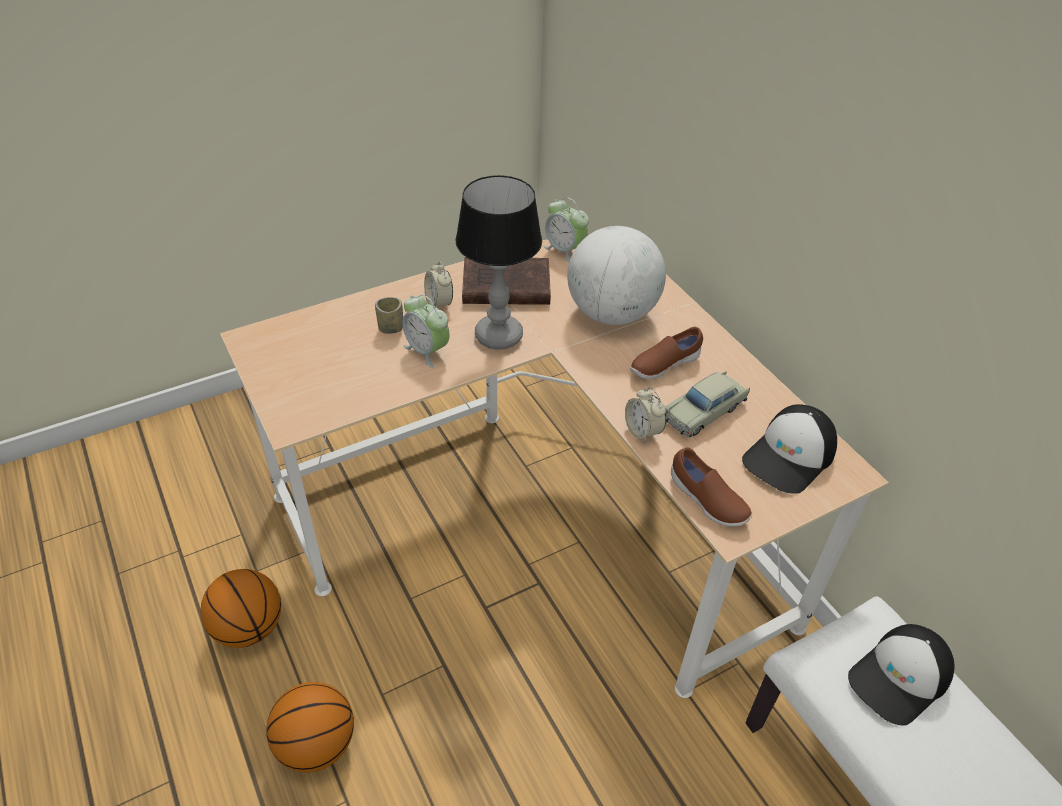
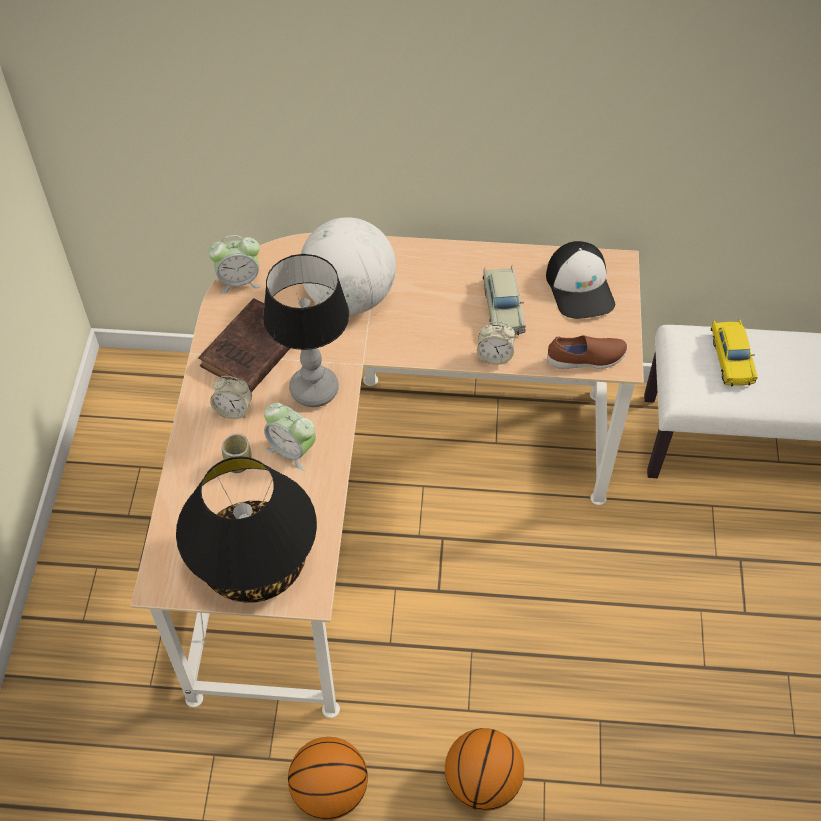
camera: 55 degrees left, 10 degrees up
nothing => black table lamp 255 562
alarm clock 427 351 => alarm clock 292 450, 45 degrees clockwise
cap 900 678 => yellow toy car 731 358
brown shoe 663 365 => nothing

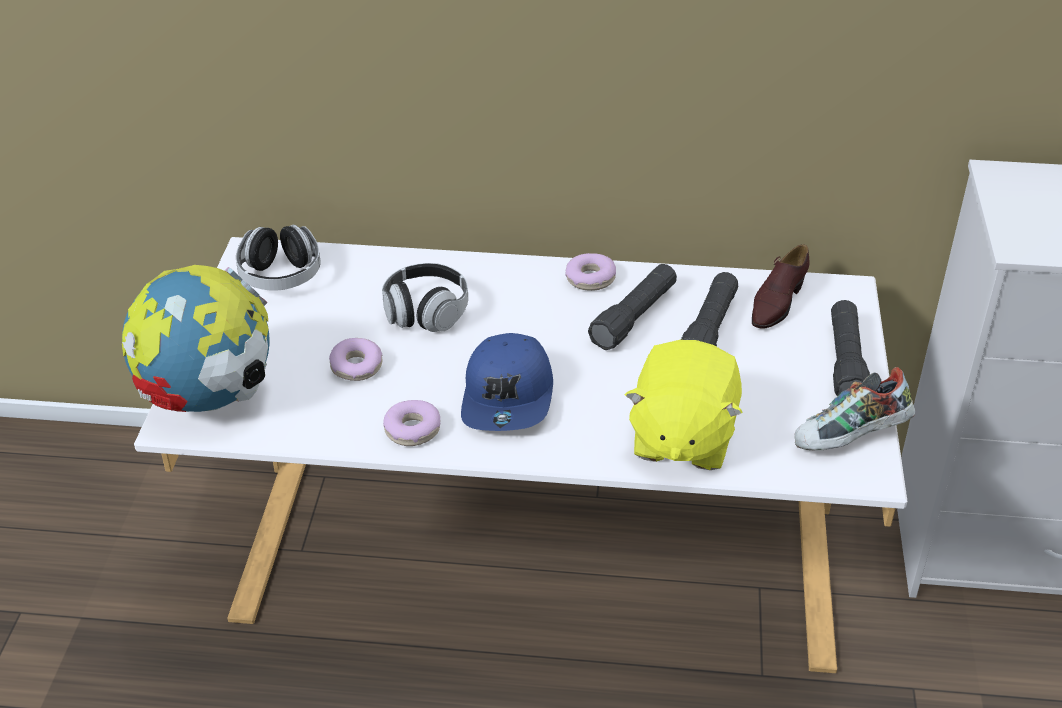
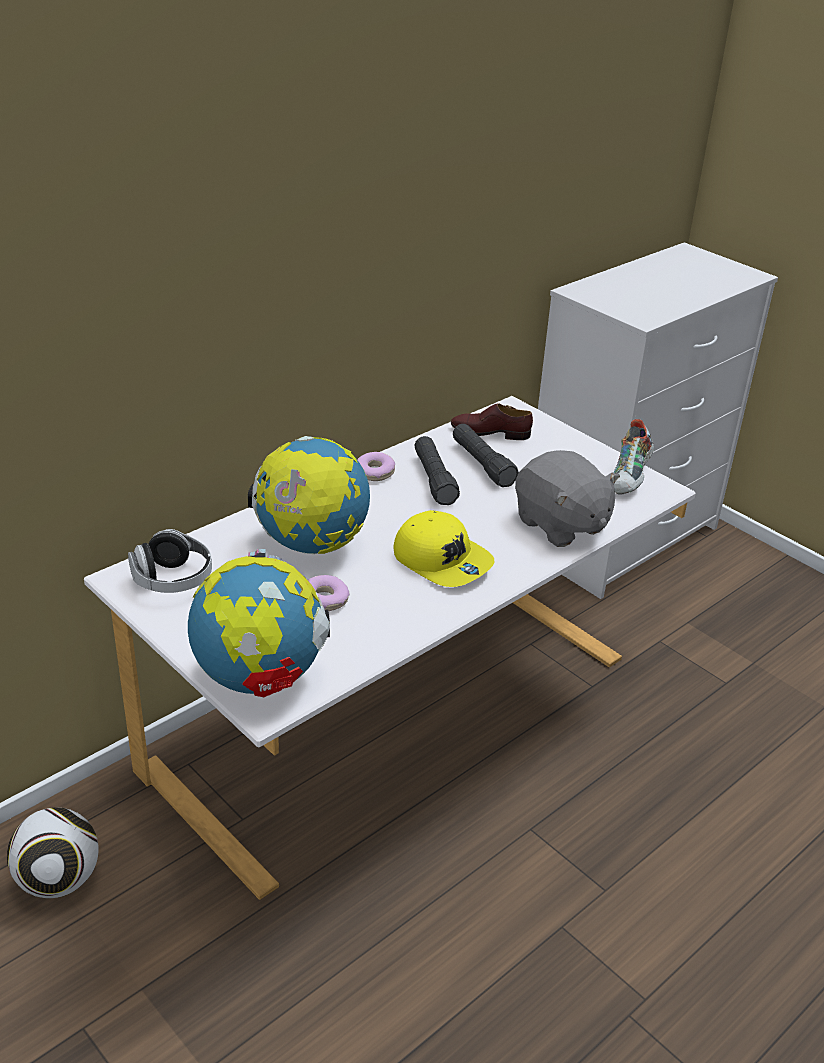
camera: 50 degrees left, 5 degrees down
nothing => football 59 880
headphones 426 312 => globe 311 544
blue cap 509 397 => yellow cap 442 560
brown shoe 776 302 => brown shoe 490 432, 120 degrees clockwise
yellow plush toy 681 437 => grey plush toy 560 525
donut 413 430 => nothing
black flashlight 845 362 => nothing

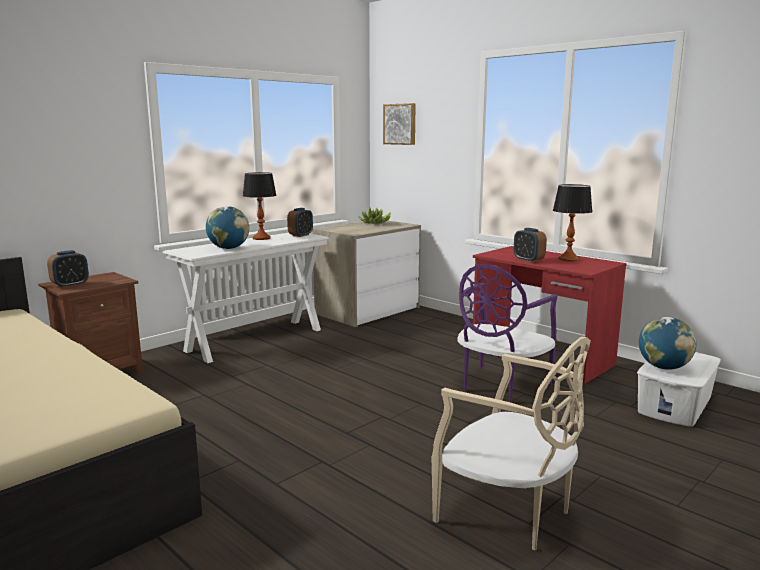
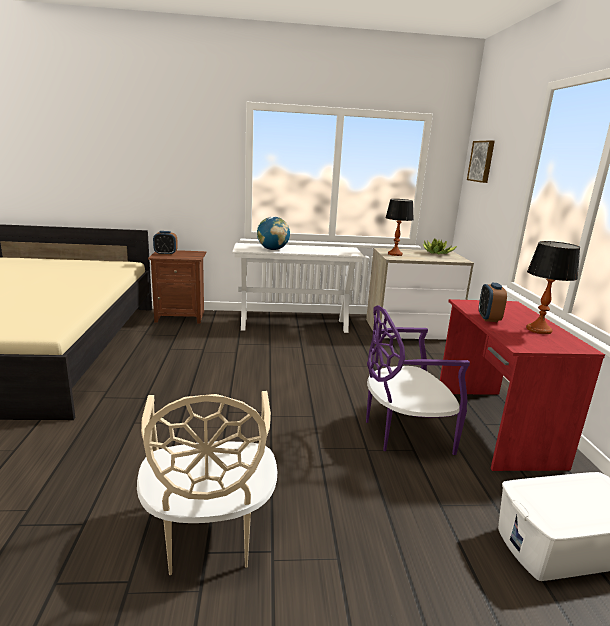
camera: 40 degrees right, 5 degrees up
table lamp 261 238 => table lamp 395 254, shifted
alarm clock 300 235 => nothing
globe 663 367 => nothing

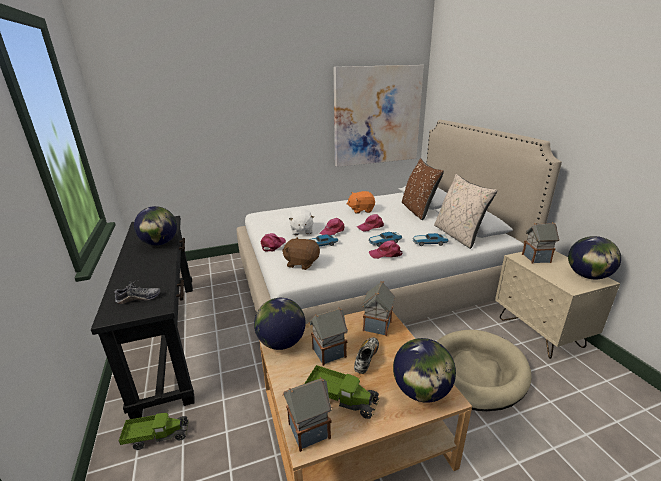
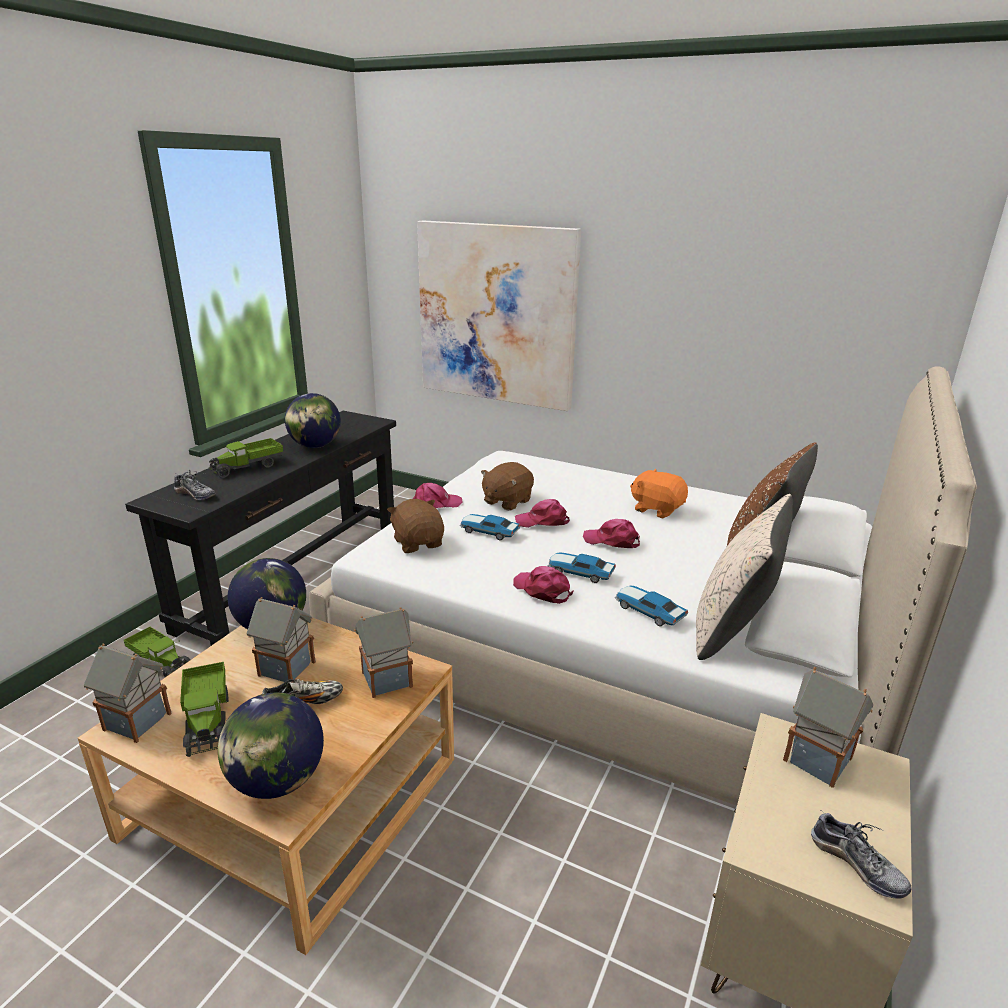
camera: 45 degrees right, 0 degrees up
nothing => toy truck 248 467
picture 377 116 => picture 497 314, shifted
white plush toy 301 231 => brown plush toy 506 501
globe 587 276 => shoe 857 864
beige dog bed 475 371 => nothing

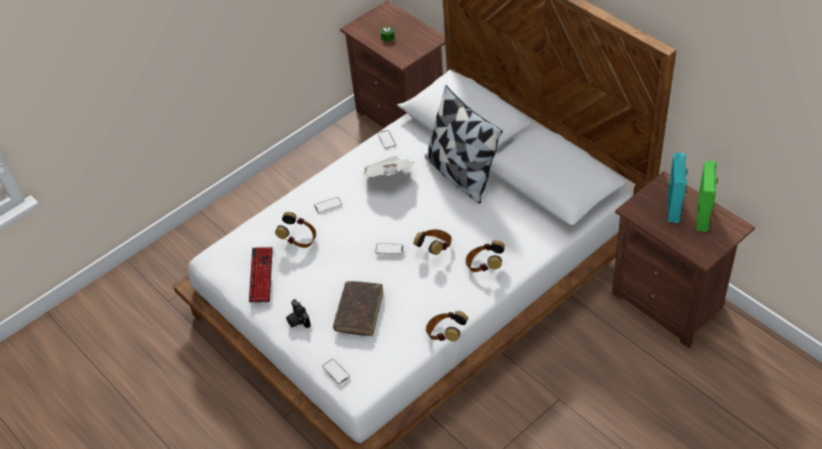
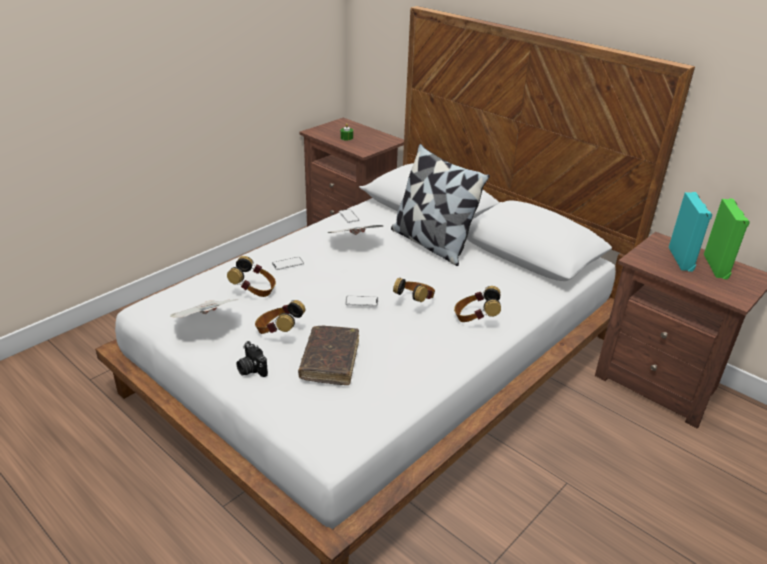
camera: 10 degrees left, 15 degrees down
keyboard 261 275 => newspaper 206 322
headphones 445 334 => headphones 278 332, shifted
phone 336 372 => nothing

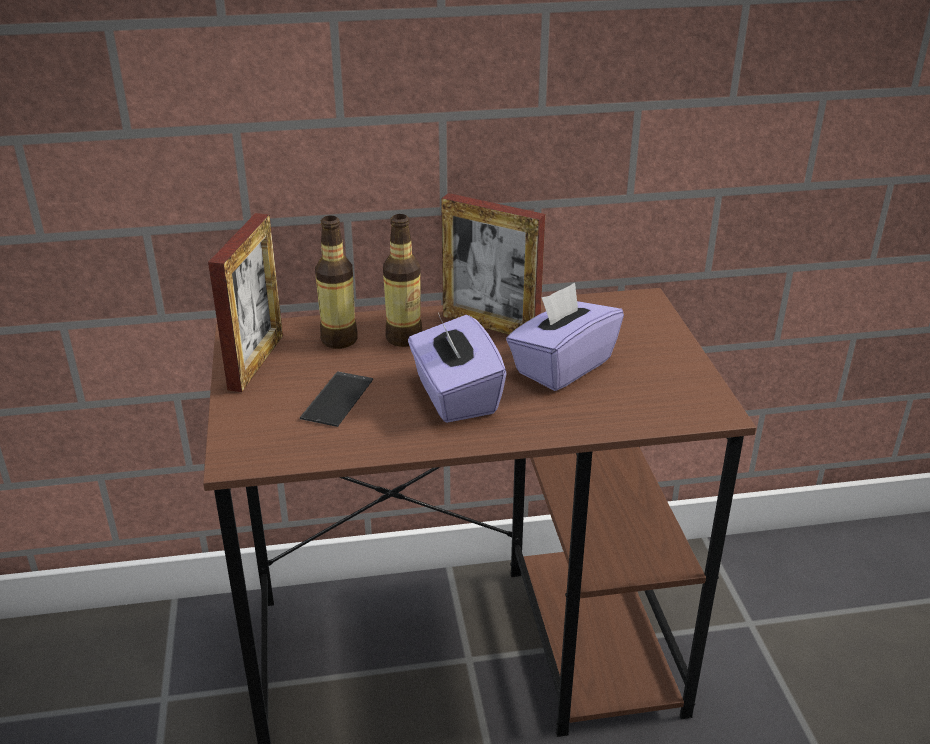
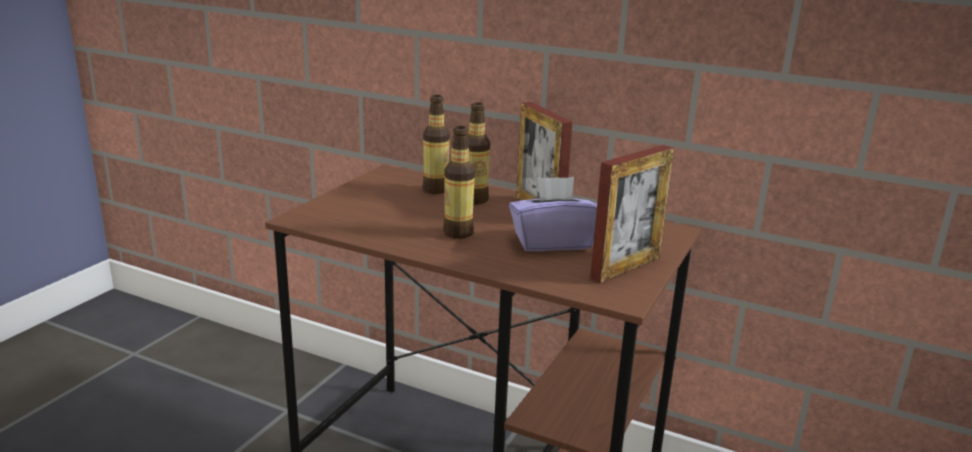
camera: 35 degrees right, 10 degrees down
purple tissue box 454 396 => bottle 458 233
picture frame 256 361 => picture frame 626 268, shifted
phone 337 399 => nothing

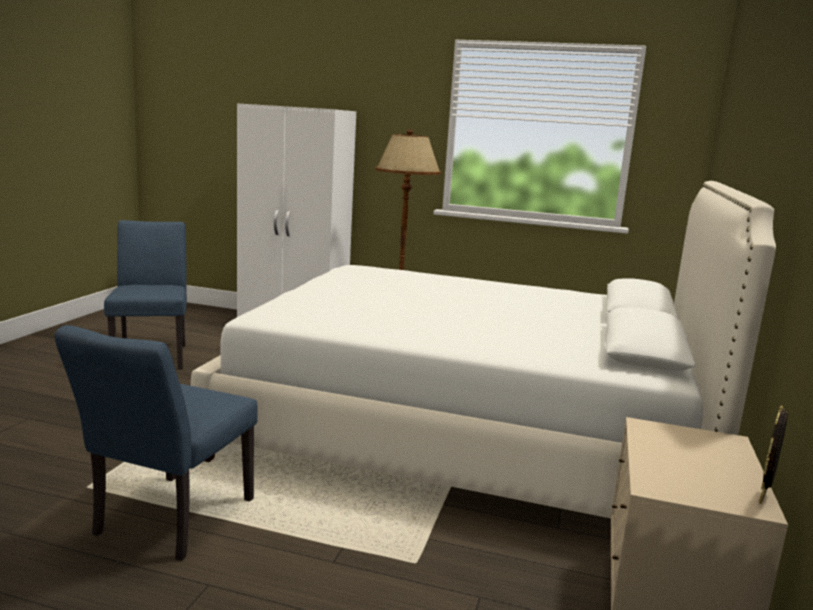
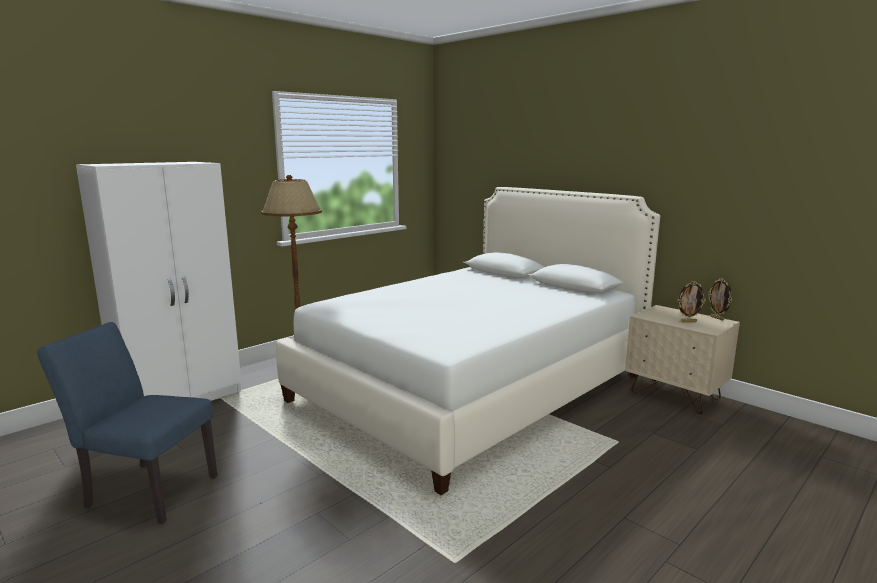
camera: 60 degrees left, 0 degrees up
nothing => picture frame 688 321
blue chair 167 522 => nothing

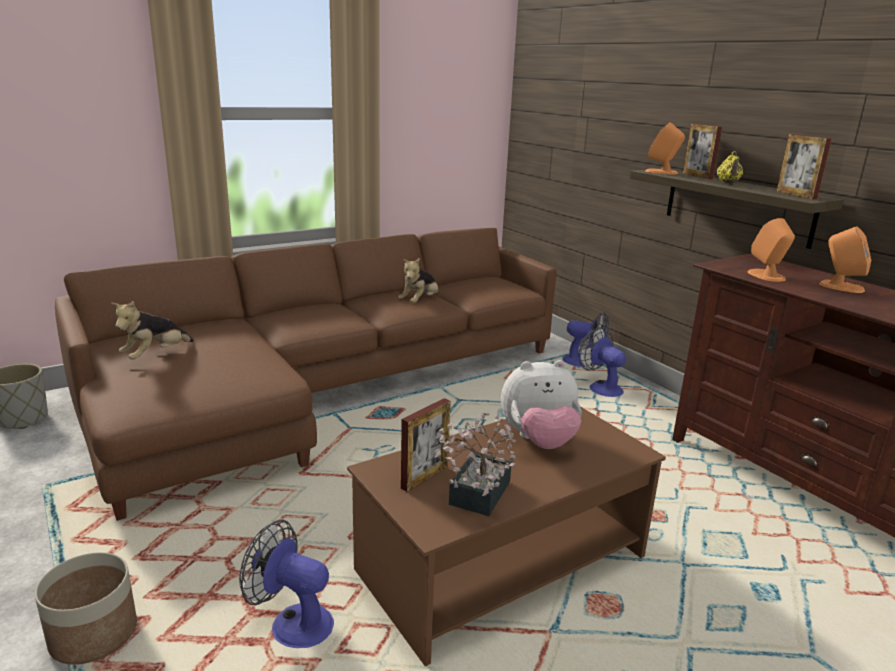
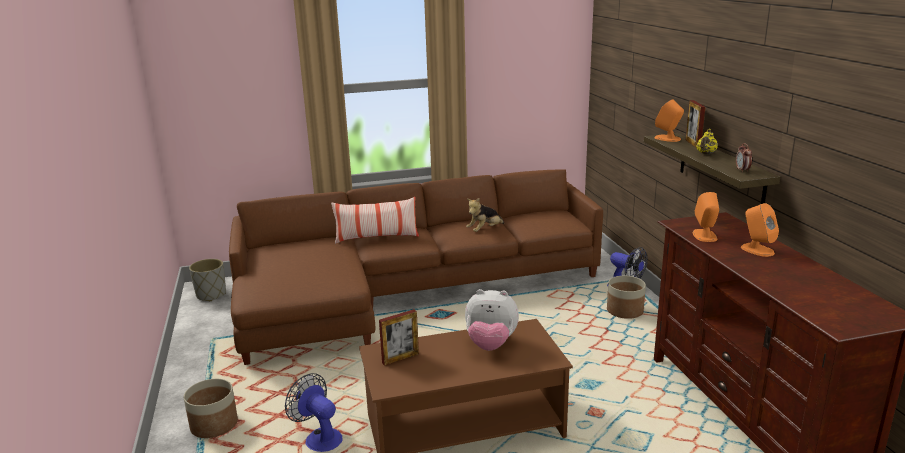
camera: 20 degrees right, 0 degrees up
nothing => pillow 376 237
fan 601 387 => planter 624 311
picture frame 796 195 => alarm clock 742 170
plush toy 155 355 => nothing
potted plant 476 497 => nothing

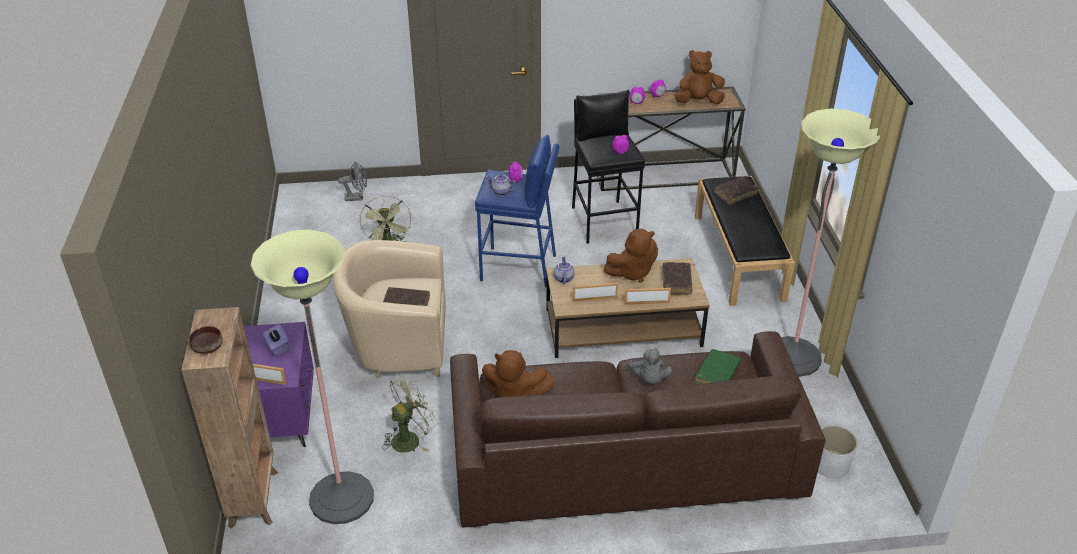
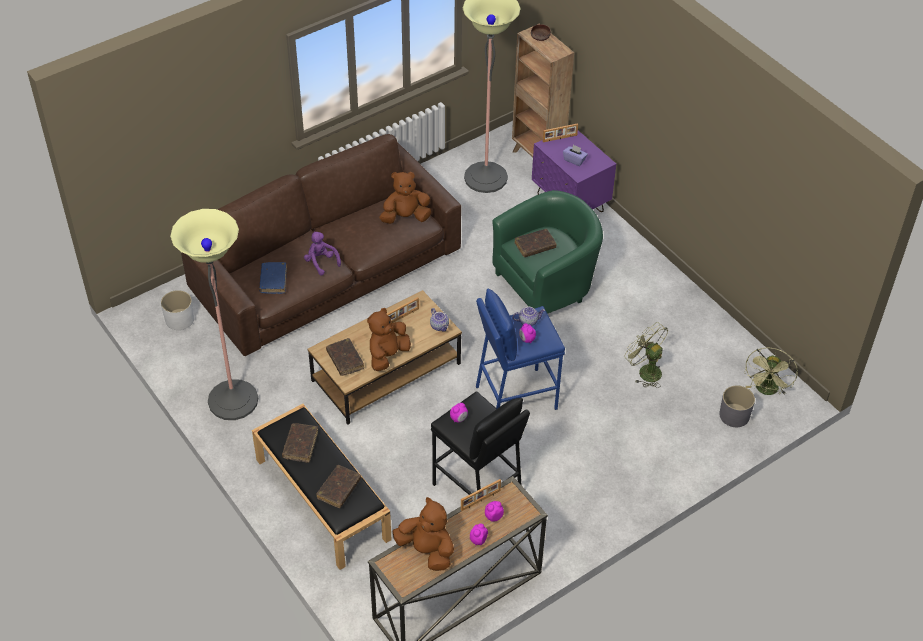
camera: 150 degrees right, 10 degrees up
green book 717 374 => blue book 273 281
nothing => brown book 300 445
grey plush toy 649 379 => purple plush toy 321 262
brown plush toy 698 102 => brown plush toy 427 550, 105 degrees counterclockwise
picture frame 646 302 => picture frame 481 500, shifted
beige armchair 398 346 => green armchair 547 284
grey fan 357 197 => grey planter 734 415
green fan 410 438 => green fan 766 391, shifted

